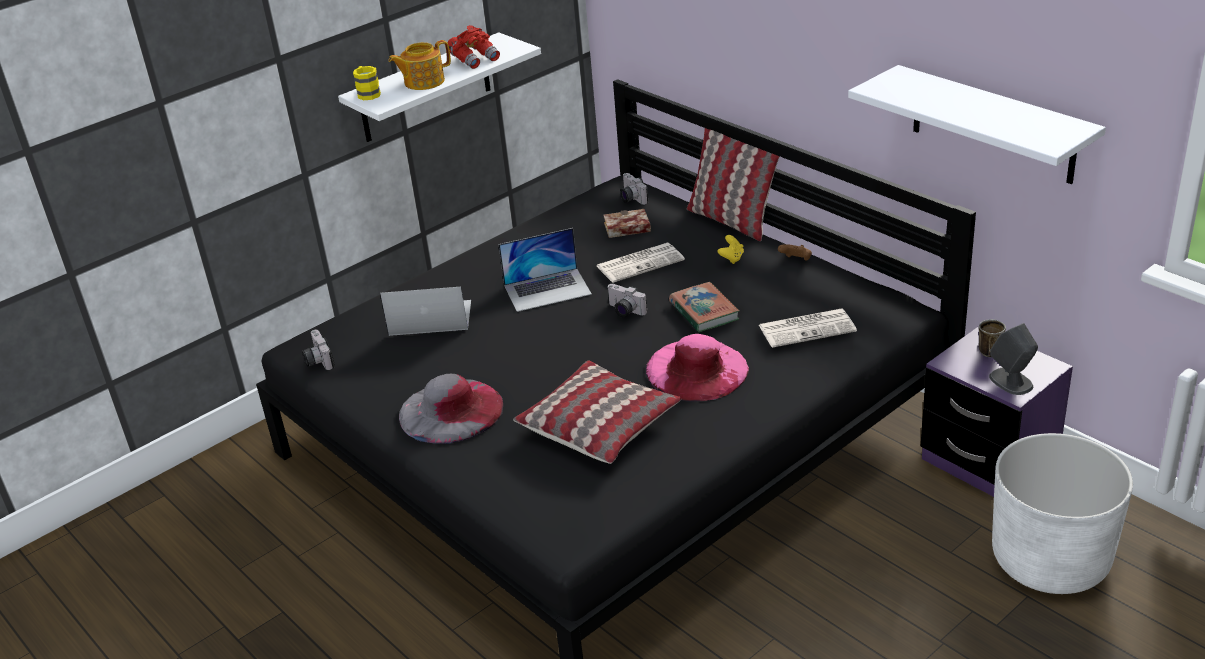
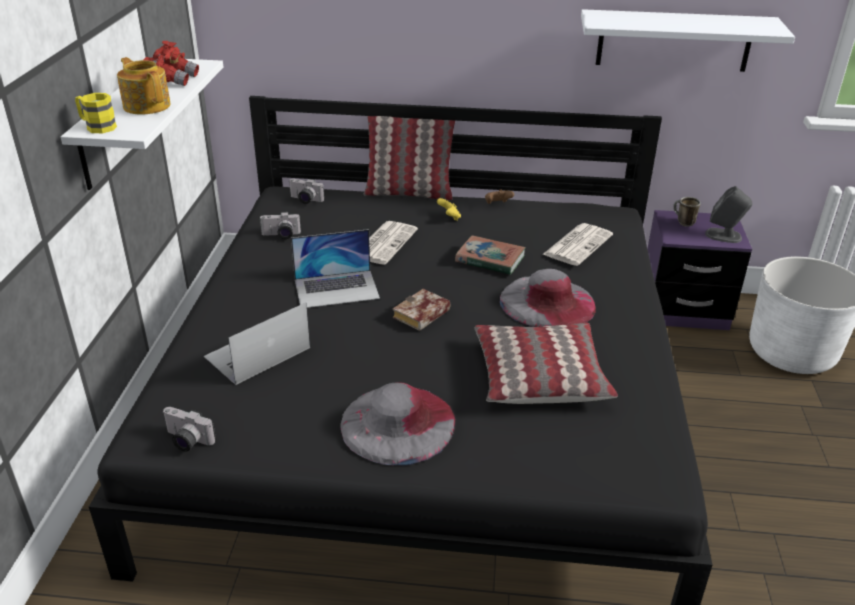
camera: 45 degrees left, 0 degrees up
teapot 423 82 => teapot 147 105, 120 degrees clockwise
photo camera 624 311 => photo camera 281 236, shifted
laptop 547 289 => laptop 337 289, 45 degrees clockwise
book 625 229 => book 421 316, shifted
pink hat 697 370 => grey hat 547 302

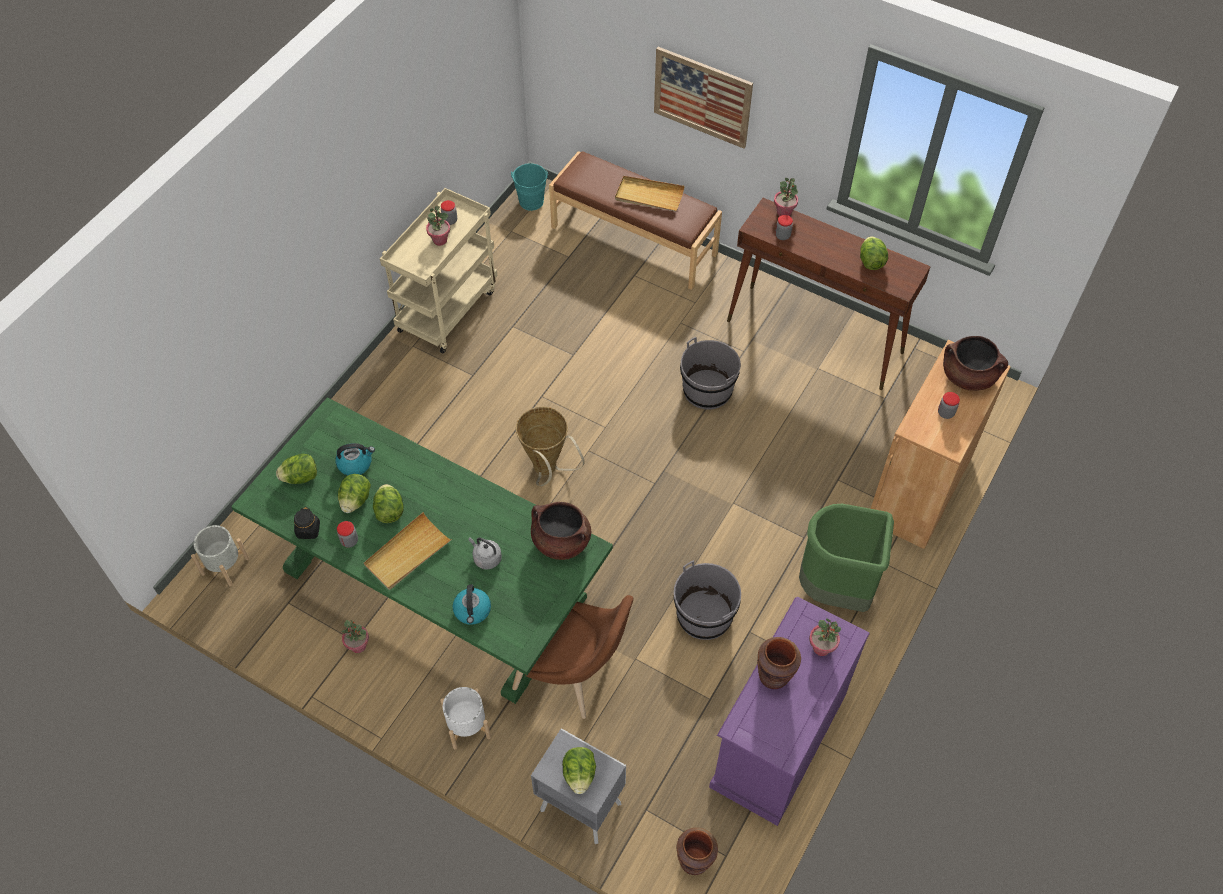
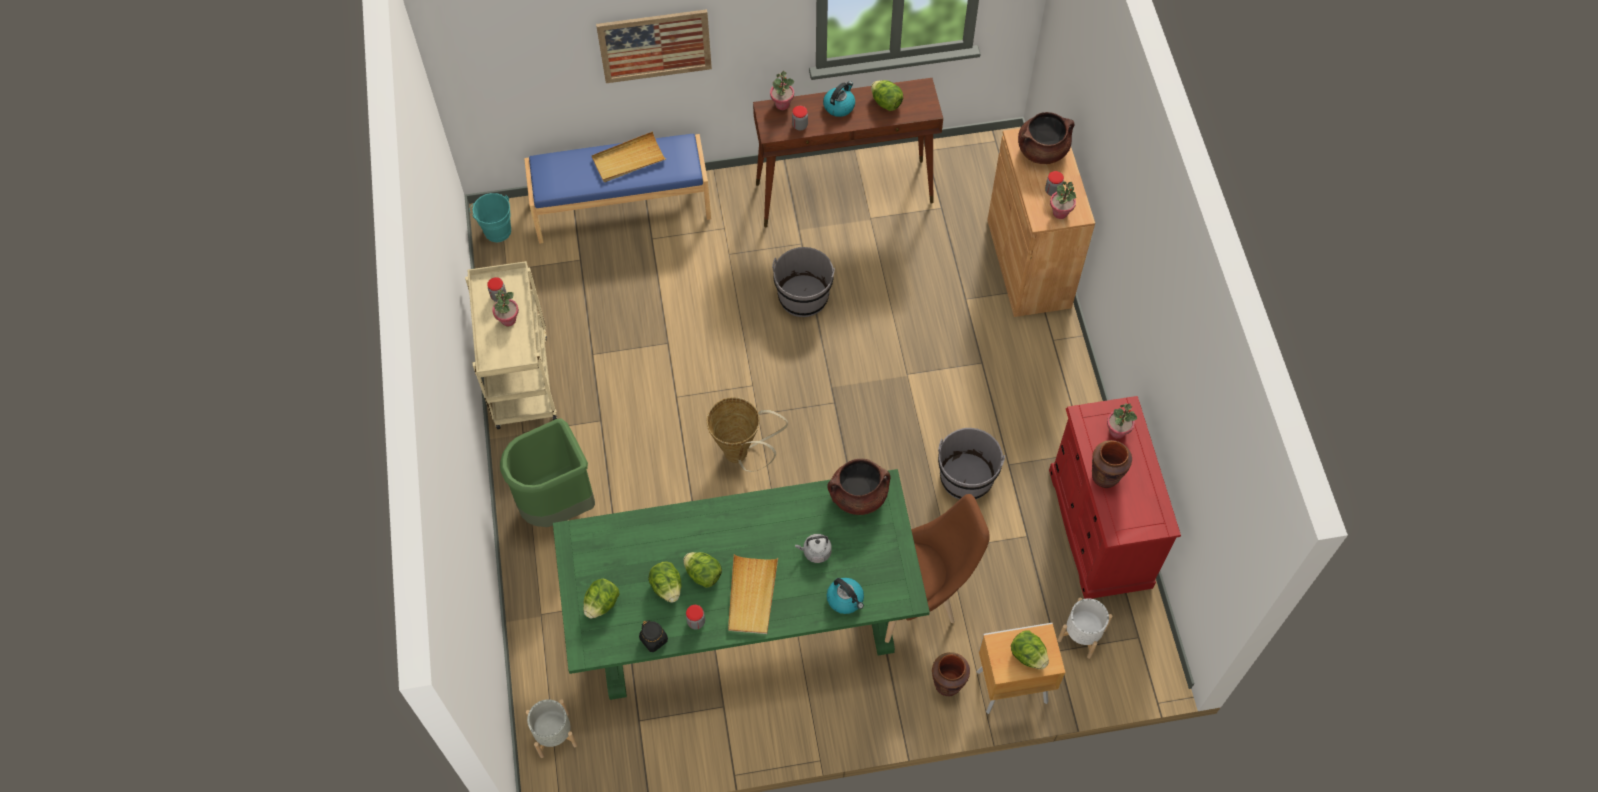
camera: 40 degrees left, 5 degrees up
green trash can 836 590 => green trash can 558 505, shifted
brown bench 634 240 => blue bench 622 207
kettle 355 463 => kettle 839 106, shifted
brown vase 694 861 => brown vase 947 683, shifted
grey nightstand 579 805 => brown nightstand 1010 686
purple dresser 777 740 => red dresser 1099 528
potted plant 358 646 => potted plant 1060 212, shifted
white planter 468 726 => white planter 1081 634, shifted

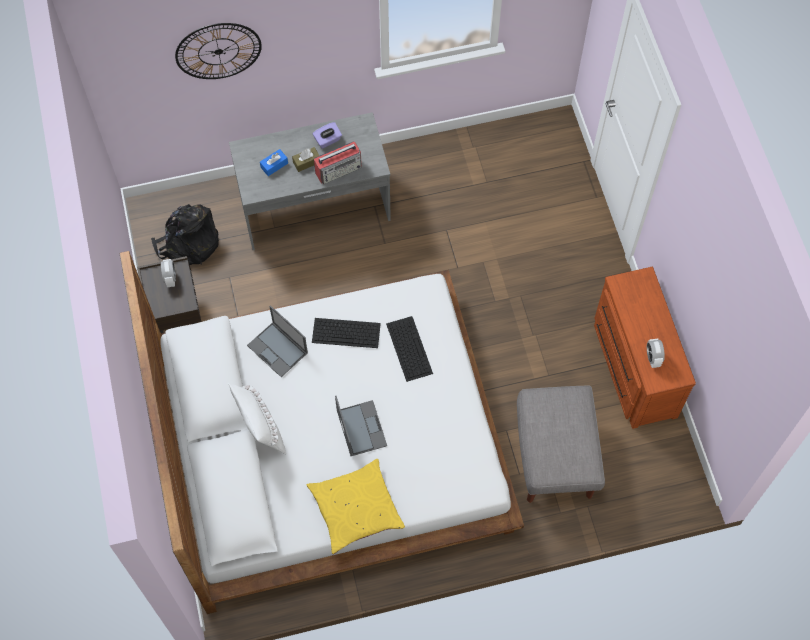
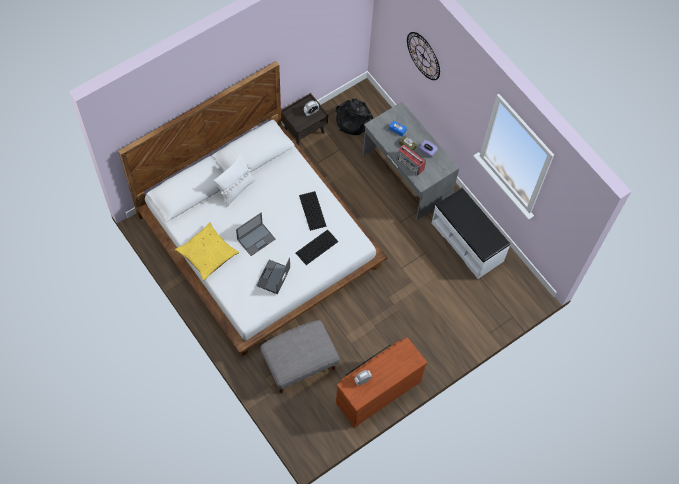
camera: 65 degrees right, 0 degrees up
laptop 278 349 => laptop 273 277, shifted
nothing => white bench 467 241

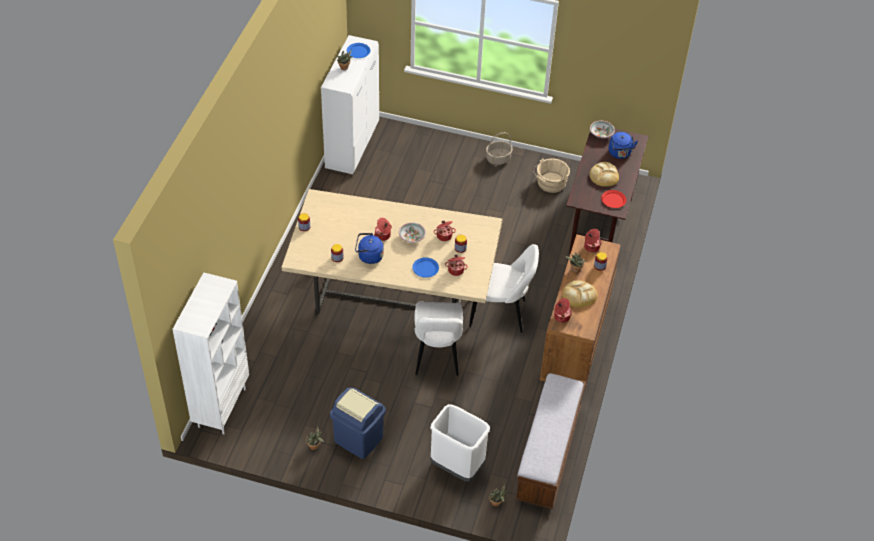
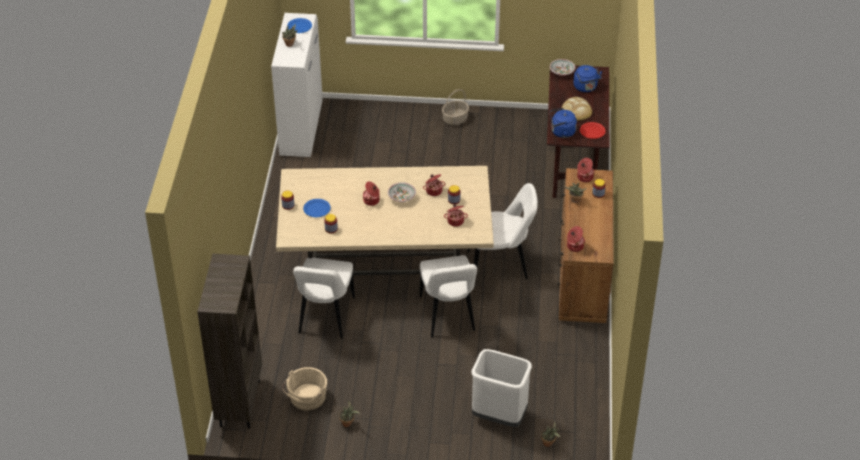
camera: 10 degrees left, 5 degrees down
white bookcase 221 407 => brown bookcase 239 403
beige bucket 550 183 => beige bucket 306 398, shifted
nothing => white chair 325 318
blue plate 425 268 => blue plate 316 209, shifted
blue kettle 368 257 => blue kettle 561 132, shifted
blue trash can 358 439 => nothing
bench 548 454 => nothing
bread 579 295 => nothing

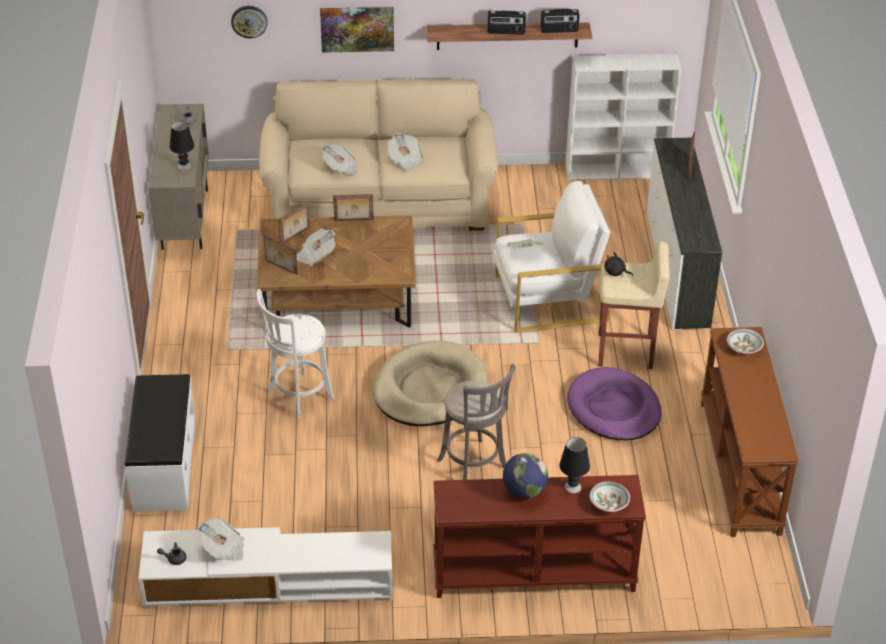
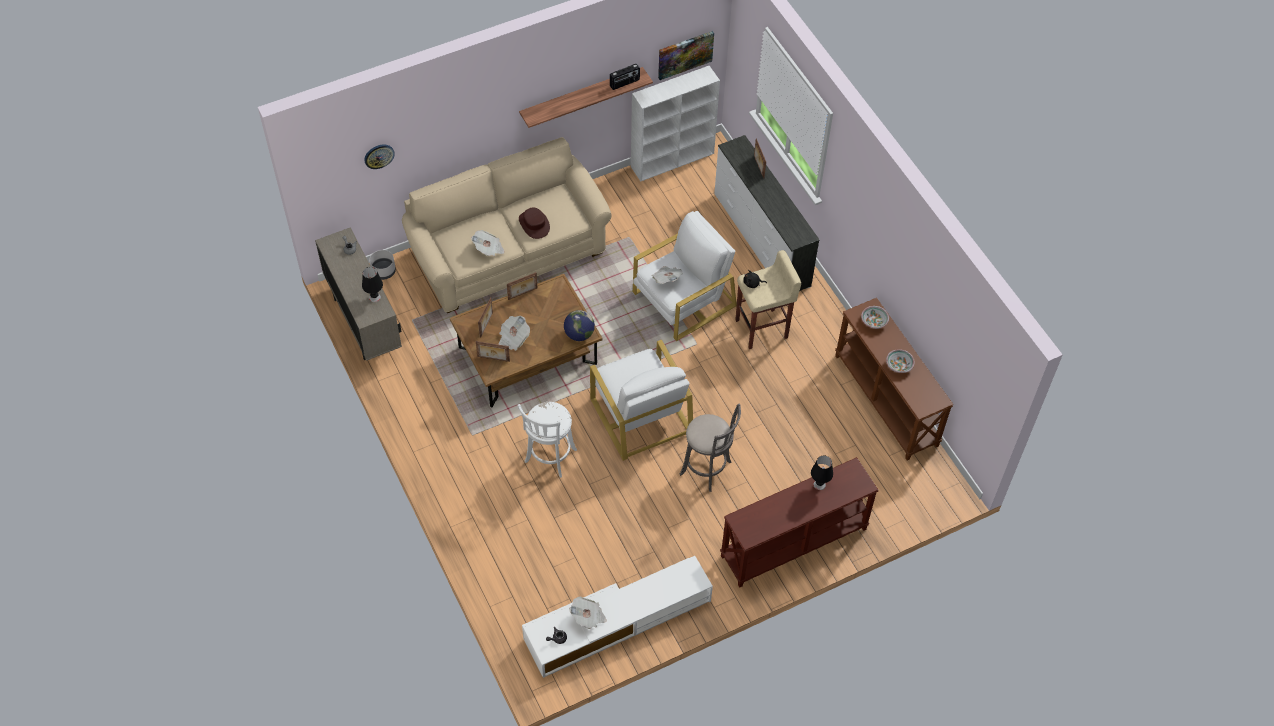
camera: 25 degrees left, 15 degrees up
nothing => grey planter 383 271
newspaper 405 161 => brown hat 534 224
globe 524 491 => globe 579 334, shifted
beige dog bed 429 389 => white armchair 640 414
picture 357 28 => picture 685 54, shifted
bowl 608 503 => bowl 898 365, shifted
white bench 163 465 => nothing
radio 506 32 => nothing
purple dog bed 614 408 => nothing

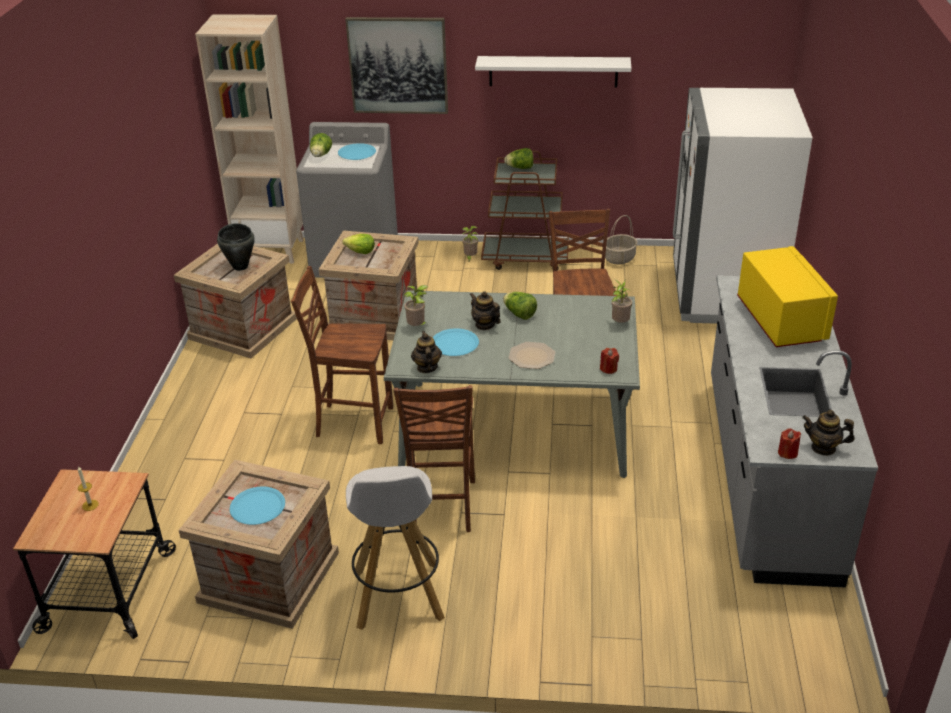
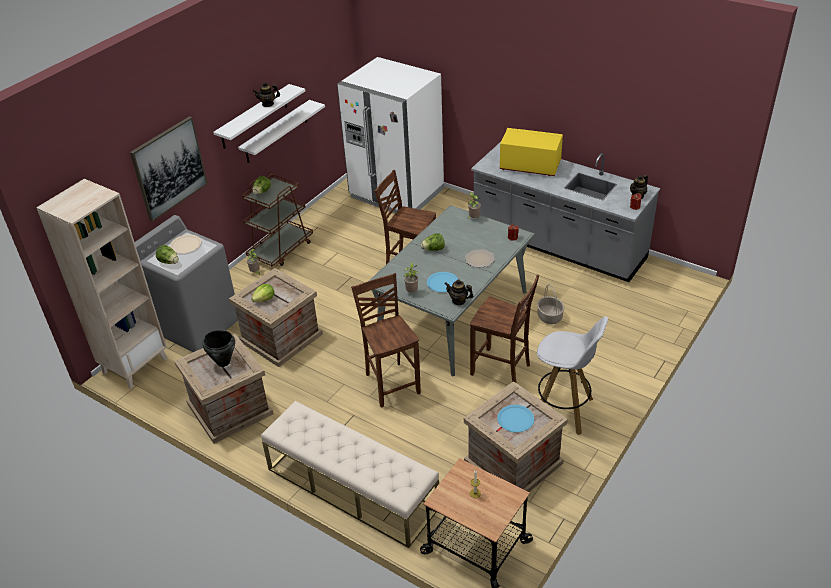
camera: 60 degrees left, 5 degrees up
blue plate 357 153 => beige plate 185 245
nothing => white shelf 276 132
teapot 485 325 => teapot 268 104, shifted
nothing => beige bench 351 488
brown chair 353 422 => brown chair 391 383, 120 degrees clockwise
basket 619 258 => basket 550 317, shifted

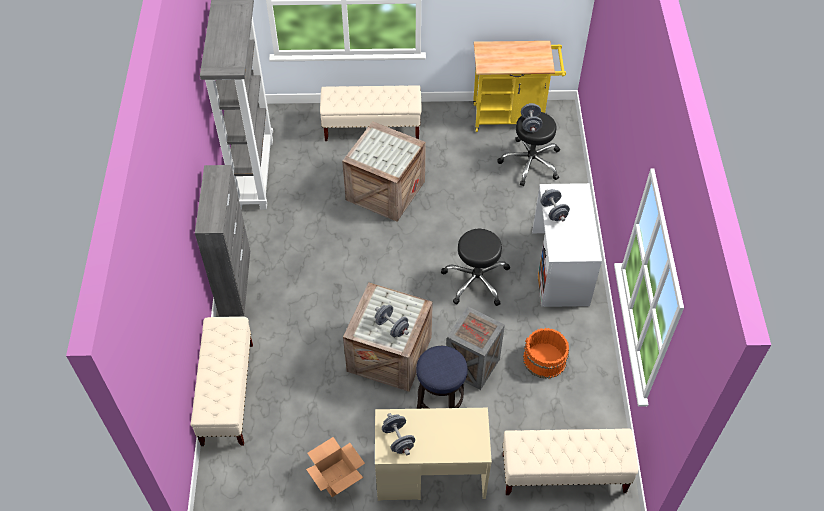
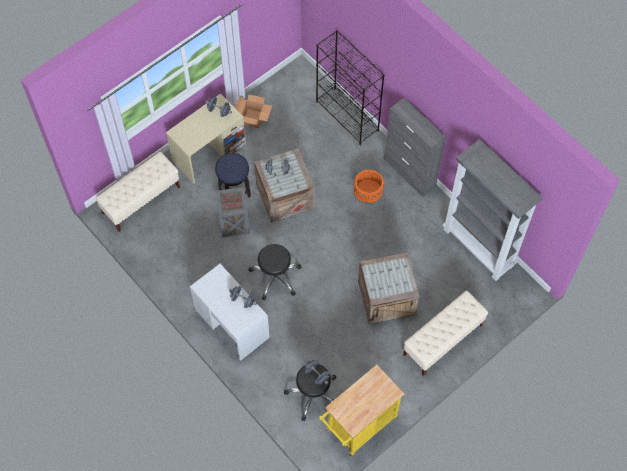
camera: 140 degrees right, 10 degrees up
beige bench 227 393 => black bookcase 347 116
orange bucket 544 360 => orange bucket 368 190, shifted

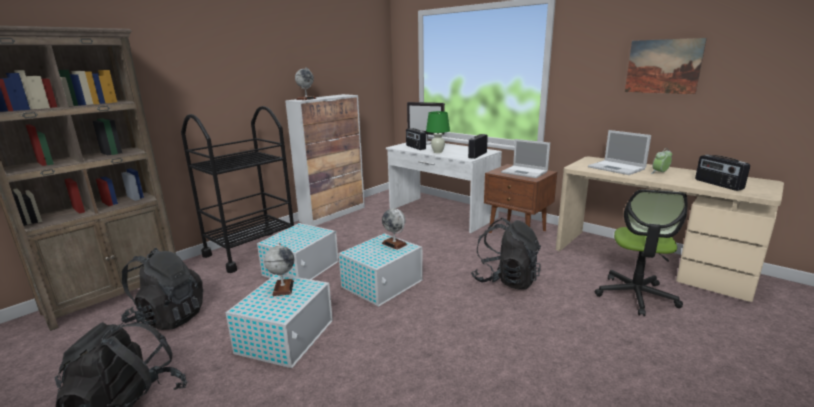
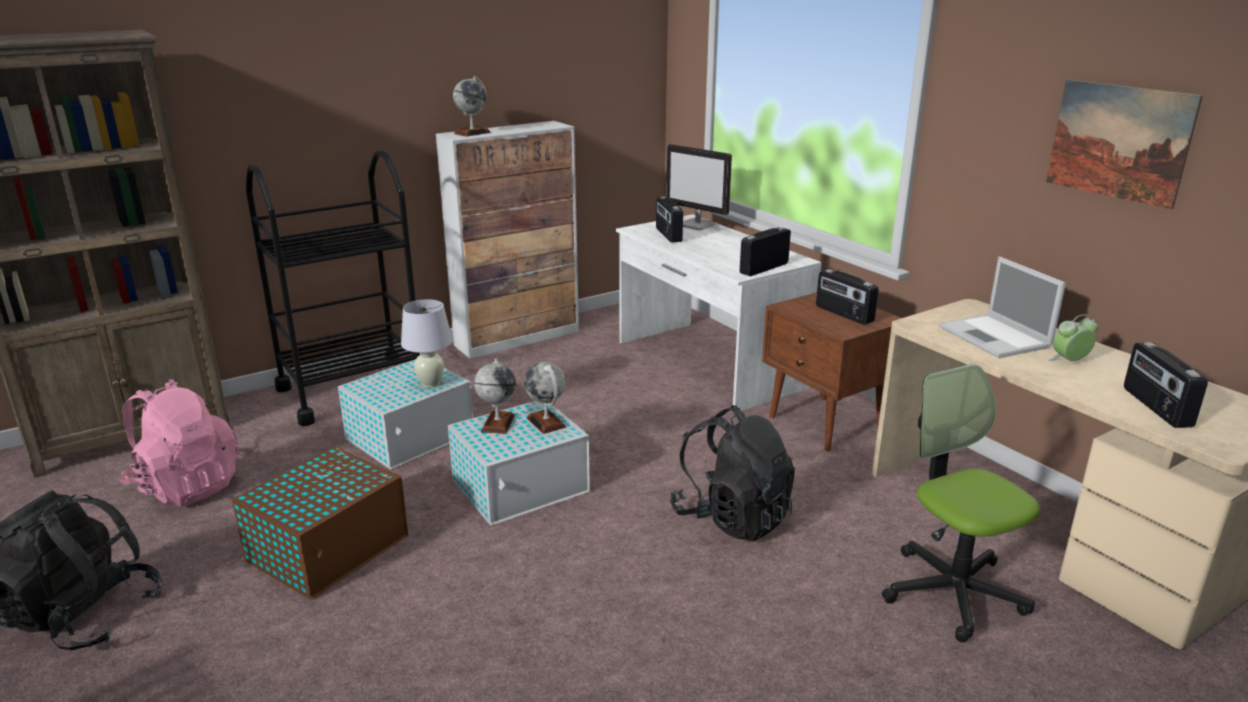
camera: 15 degrees right, 5 degrees up
black backpack 168 317 => pink backpack 186 486
white storage box 286 336 => brown storage box 330 548
nothing => white table lamp 430 383
globe 283 288 => globe 497 423, shifted
laptop 525 172 => radio 843 314
office chair 635 296 => office chair 953 592, 120 degrees clockwise
green table lamp 438 152 => nothing

